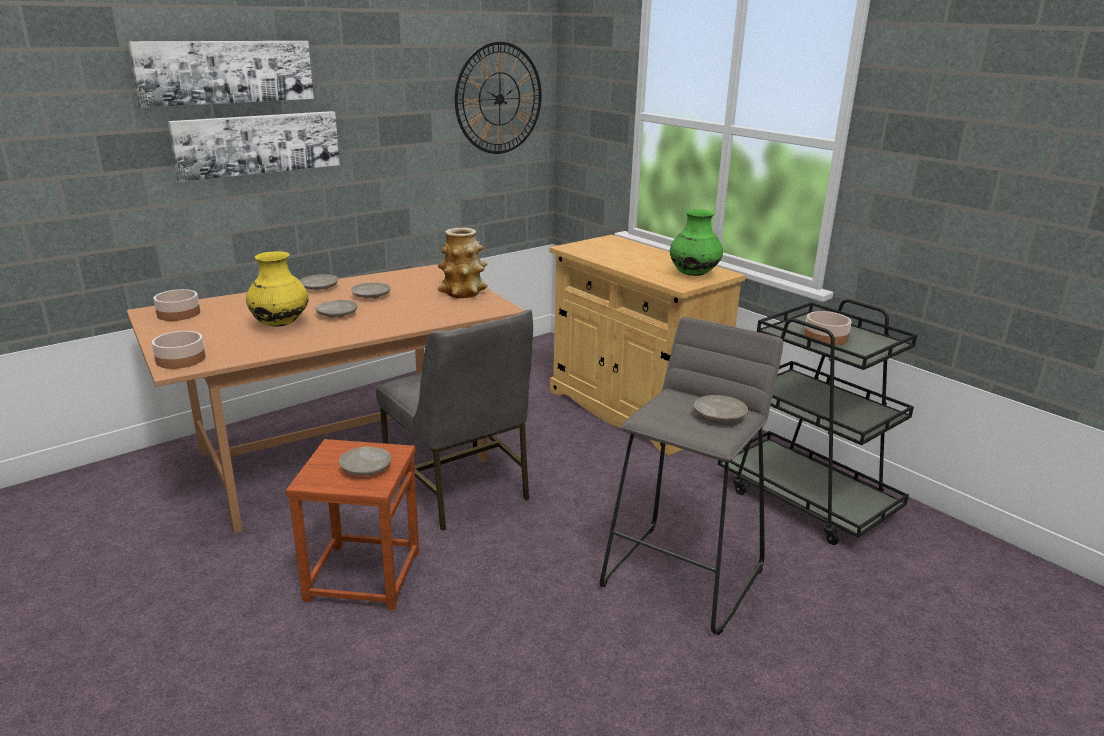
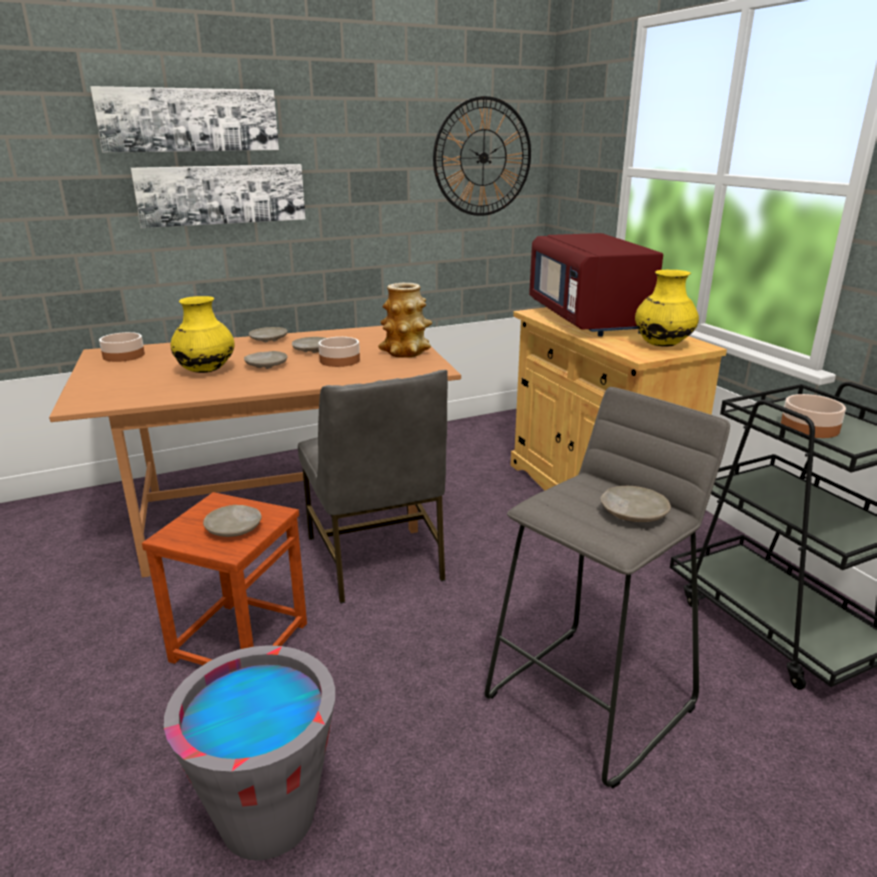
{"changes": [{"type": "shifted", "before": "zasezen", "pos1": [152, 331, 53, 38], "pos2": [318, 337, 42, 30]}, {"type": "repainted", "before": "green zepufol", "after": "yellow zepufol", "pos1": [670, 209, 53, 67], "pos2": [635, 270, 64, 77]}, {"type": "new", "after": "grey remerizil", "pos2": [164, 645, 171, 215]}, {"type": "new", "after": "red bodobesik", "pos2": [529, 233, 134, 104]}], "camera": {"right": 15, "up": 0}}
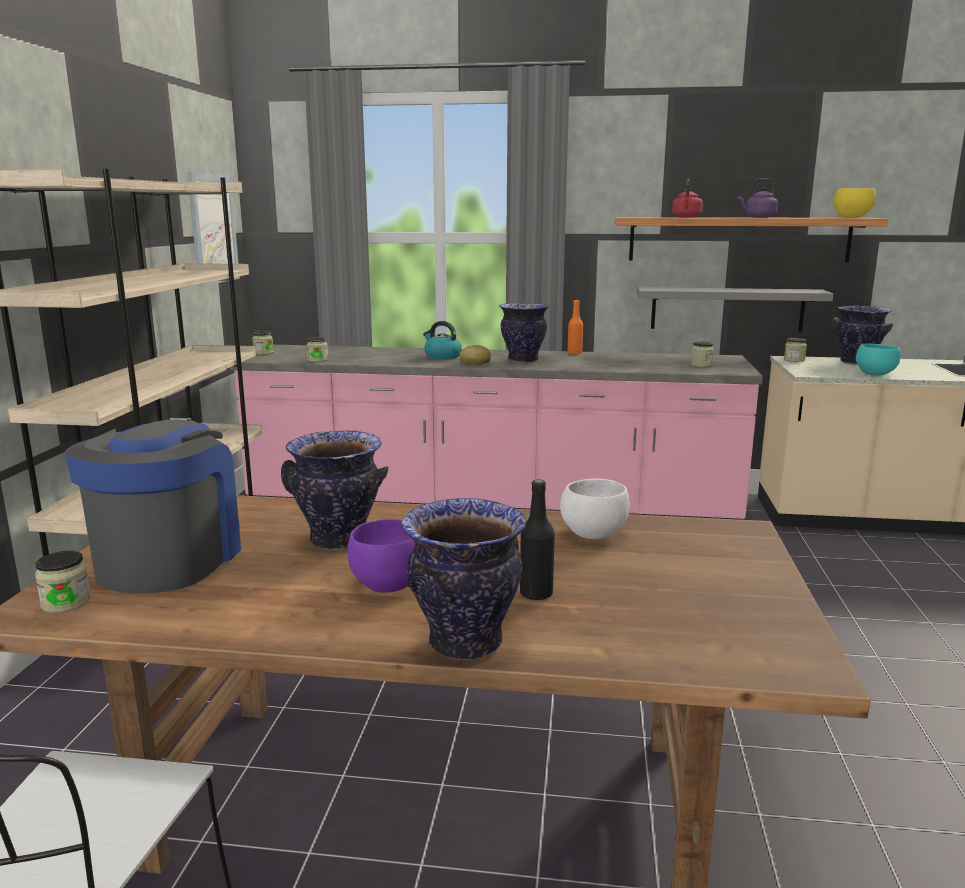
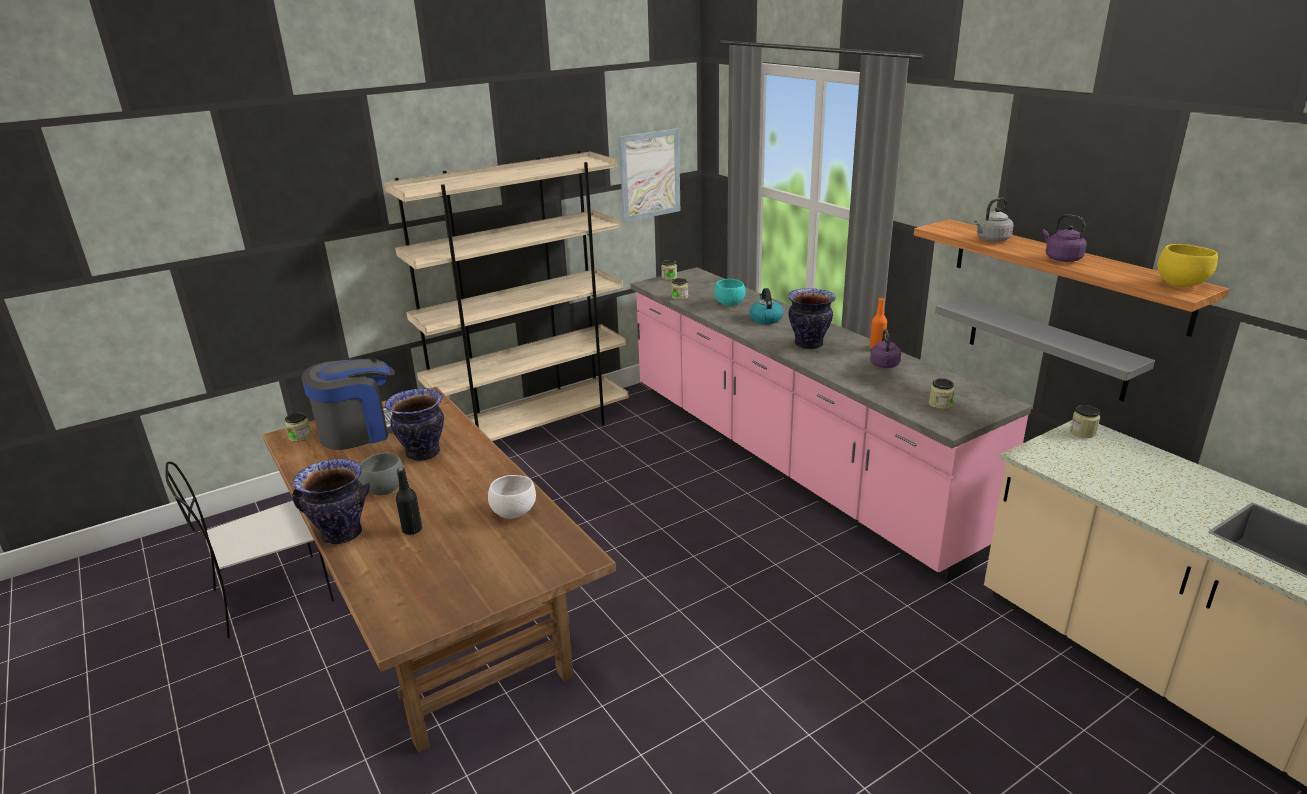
{"changes": [{"type": "repainted", "before": "purple zasezen", "after": "grey zasezen", "pos1": [348, 519, 67, 74], "pos2": [358, 453, 46, 42]}, {"type": "gone", "before": "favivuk", "pos1": [460, 345, 31, 20]}, {"type": "repainted", "before": "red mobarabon", "after": "grey mobarabon", "pos1": [672, 179, 31, 39], "pos2": [974, 198, 40, 44]}, {"type": "gone", "before": "zepufol", "pos1": [832, 306, 61, 59]}, {"type": "shifted", "before": "turquoise zasezen", "pos1": [856, 343, 45, 33], "pos2": [714, 279, 31, 27]}, {"type": "new", "after": "purple mobarabon", "pos2": [870, 329, 31, 39]}], "camera": {"right": 50, "up": 10}}
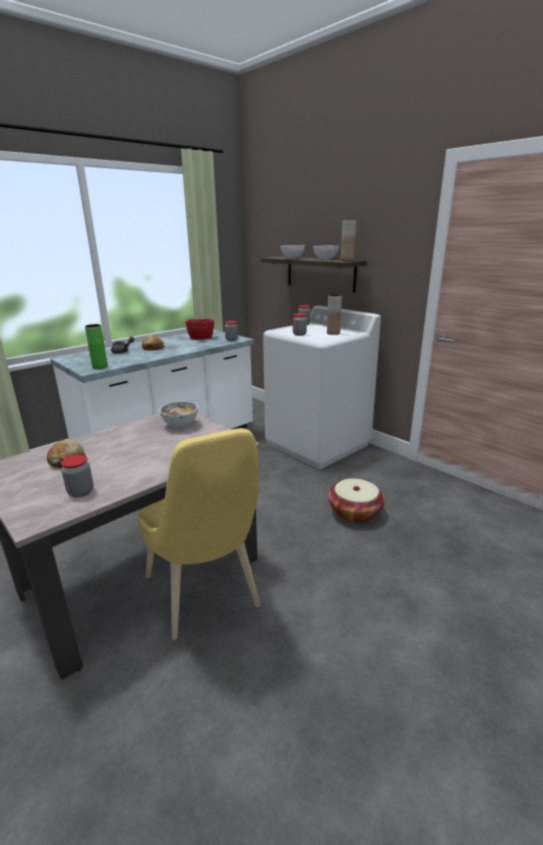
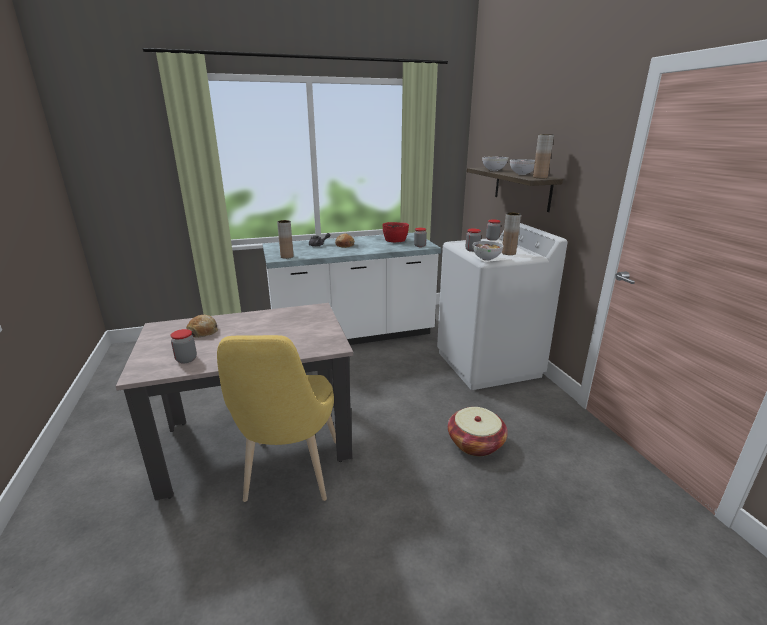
{"changes": [{"type": "repainted", "before": "green zepufol", "after": "brown zepufol", "pos1": [85, 324, 23, 45], "pos2": [277, 220, 17, 39]}, {"type": "shifted", "before": "zasezen", "pos1": [159, 401, 39, 27], "pos2": [473, 241, 30, 20]}], "camera": {"right": 25, "up": 0}}
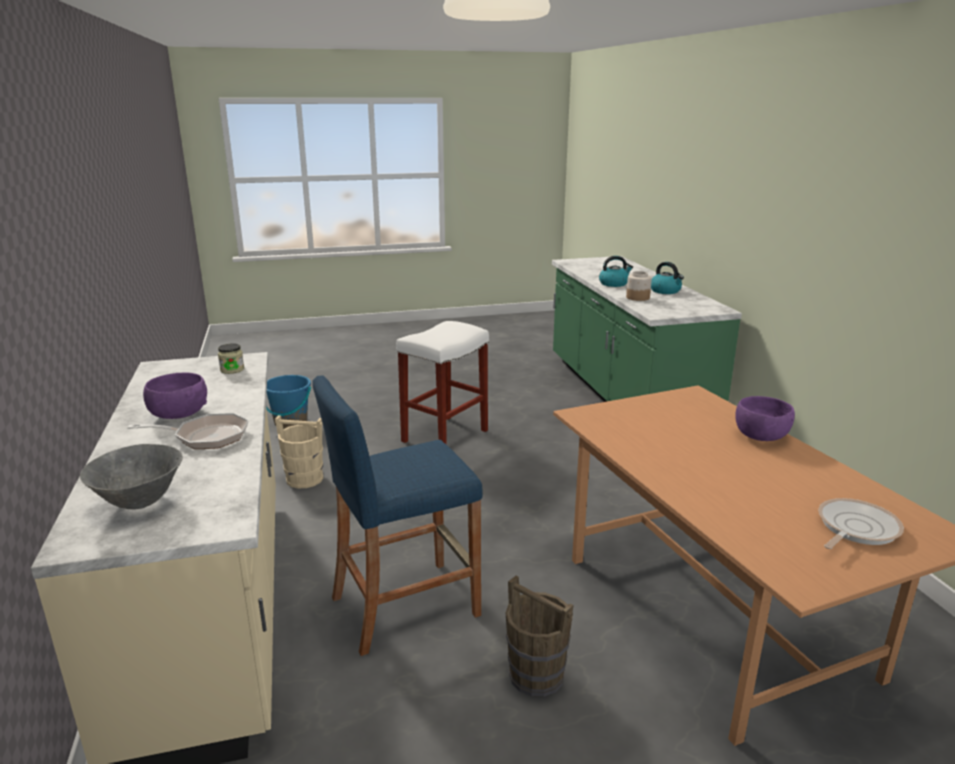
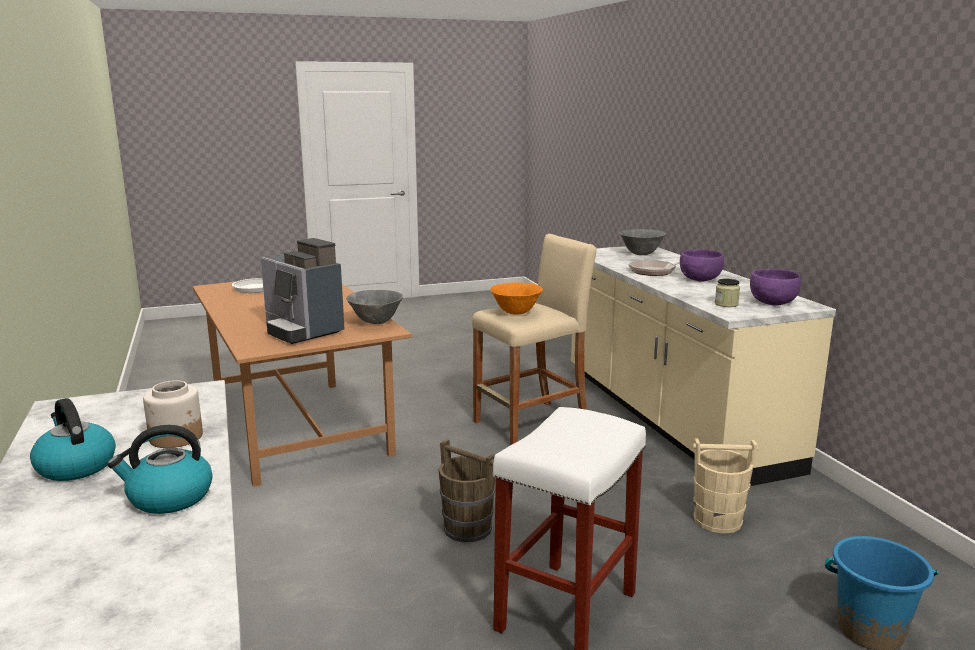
{"changes": [{"type": "repainted", "before": "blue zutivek", "after": "beige zutivek", "pos1": [312, 375, 171, 281], "pos2": [472, 234, 124, 211]}, {"type": "shifted", "before": "brown remerizil", "pos1": [506, 575, 68, 122], "pos2": [438, 439, 57, 103]}, {"type": "shifted", "before": "purple zasezen", "pos1": [735, 396, 60, 45], "pos2": [750, 269, 51, 37]}, {"type": "new", "after": "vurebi", "pos2": [261, 238, 84, 106]}, {"type": "new", "after": "grey zasezen", "pos2": [346, 290, 57, 34]}, {"type": "new", "after": "orange zasezen", "pos2": [490, 282, 53, 33]}], "camera": {"right": 175, "up": -5}}
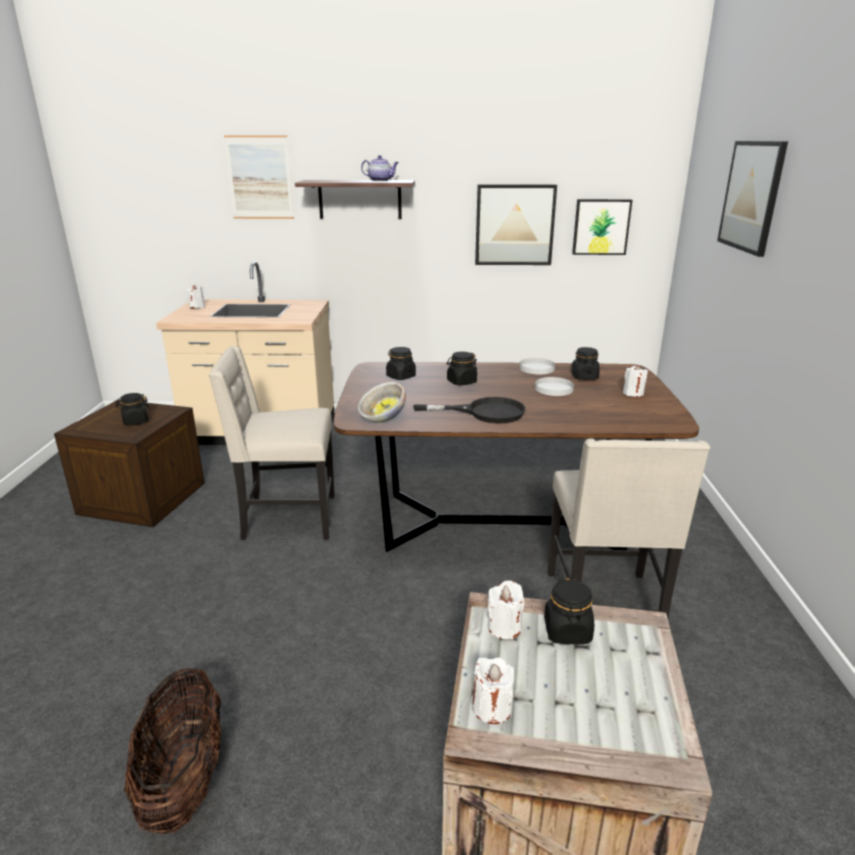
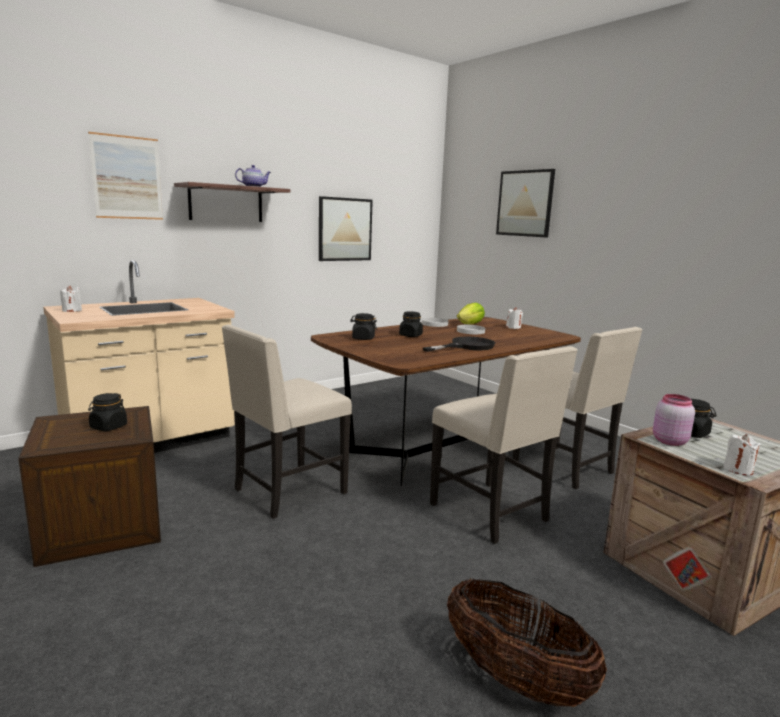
{"changes": [{"type": "gone", "before": "zasezen", "pos1": [358, 382, 48, 41]}, {"type": "swapped", "before": "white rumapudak", "after": "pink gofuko", "pos1": [488, 581, 36, 58], "pos2": [653, 394, 42, 52]}, {"type": "swapped", "before": "black gofuko", "after": "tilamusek", "pos1": [571, 347, 29, 33], "pos2": [457, 303, 28, 21]}, {"type": "gone", "before": "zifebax", "pos1": [572, 199, 60, 56]}, {"type": "new", "after": "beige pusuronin", "pos2": [430, 346, 148, 198]}], "camera": {"right": -40, "up": -10}}
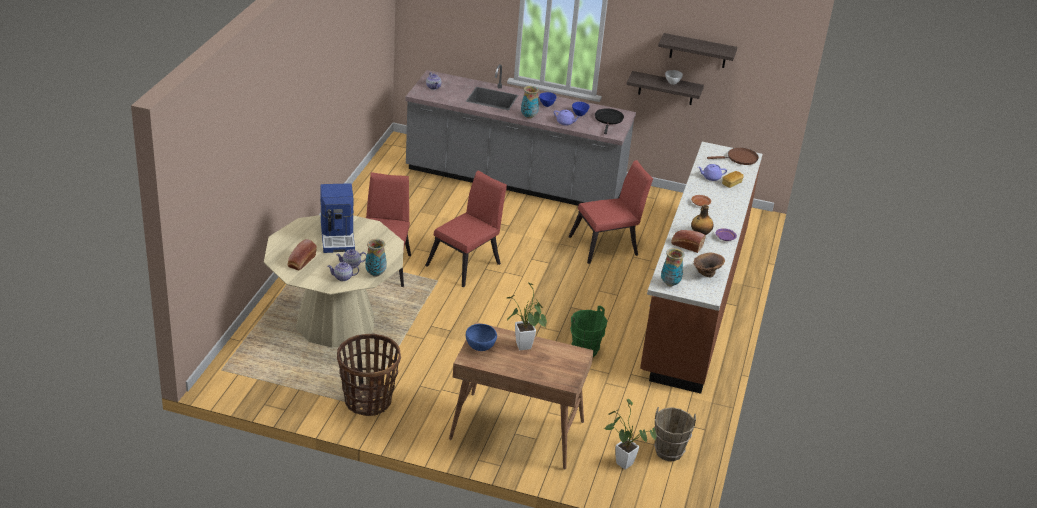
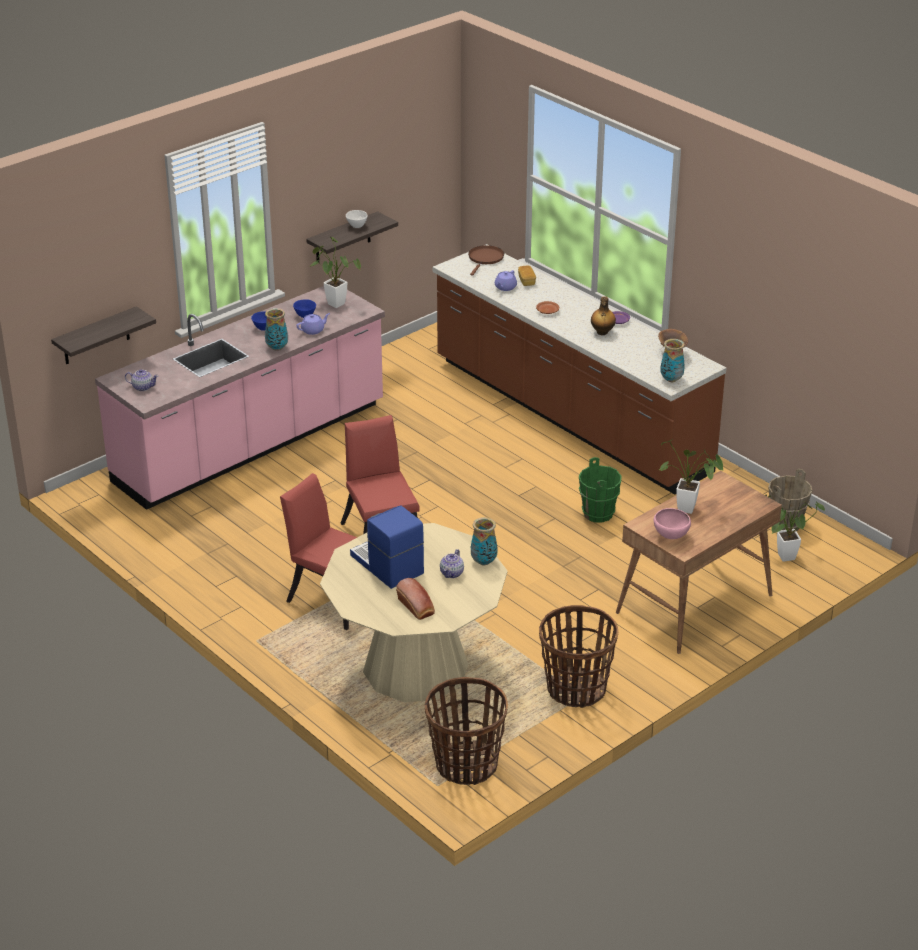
{"changes": [{"type": "rotated", "before": "vurebi", "pos1": [320, 183, 35, 70], "pos2": [350, 506, 74, 83], "turn": -150}, {"type": "gone", "before": "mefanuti", "pos1": [327, 262, 32, 19]}, {"type": "repainted", "before": "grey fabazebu", "after": "pink fabazebu", "pos1": [405, 64, 231, 142], "pos2": [95, 286, 290, 224]}, {"type": "repainted", "before": "blue zasezen", "after": "pink zasezen", "pos1": [466, 324, 31, 27], "pos2": [654, 508, 37, 31]}, {"type": "gone", "before": "red pusuronin", "pos1": [568, 160, 85, 104]}, {"type": "swapped", "before": "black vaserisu", "after": "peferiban", "pos1": [595, 108, 29, 26], "pos2": [309, 237, 52, 71]}, {"type": "shifted", "before": "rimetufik", "pos1": [658, 33, 79, 35], "pos2": [51, 306, 105, 58]}, {"type": "gone", "before": "favivuk", "pos1": [671, 230, 35, 23]}, {"type": "new", "after": "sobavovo", "pos2": [425, 677, 83, 108]}], "camera": {"right": -55, "up": 0}}
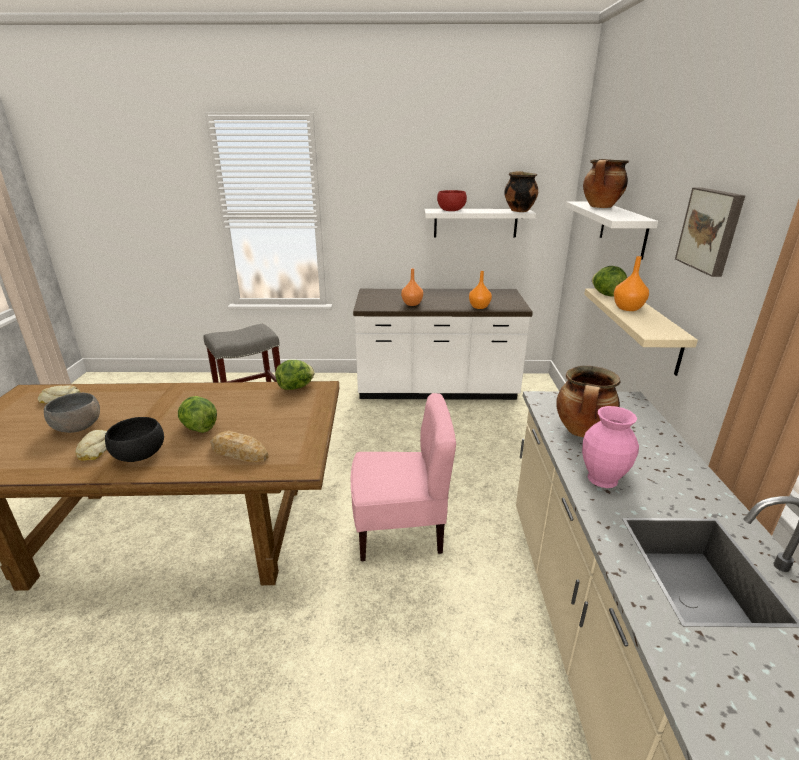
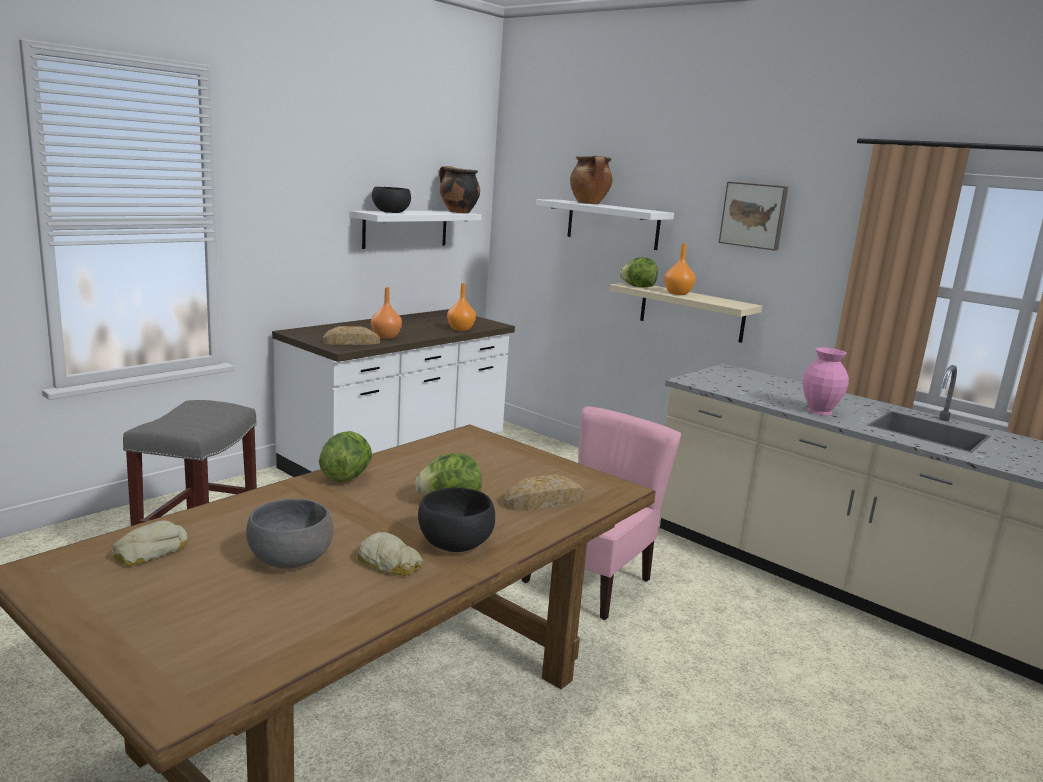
{"changes": [{"type": "shifted", "before": "tilamusek", "pos1": [275, 360, 39, 30], "pos2": [319, 431, 53, 52]}, {"type": "repainted", "before": "red zasezen", "after": "black zasezen", "pos1": [437, 190, 30, 21], "pos2": [372, 187, 39, 26]}, {"type": "gone", "before": "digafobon", "pos1": [556, 366, 64, 71]}, {"type": "new", "after": "favivuk", "pos2": [323, 326, 57, 19]}], "camera": {"right": -50, "up": -10}}
